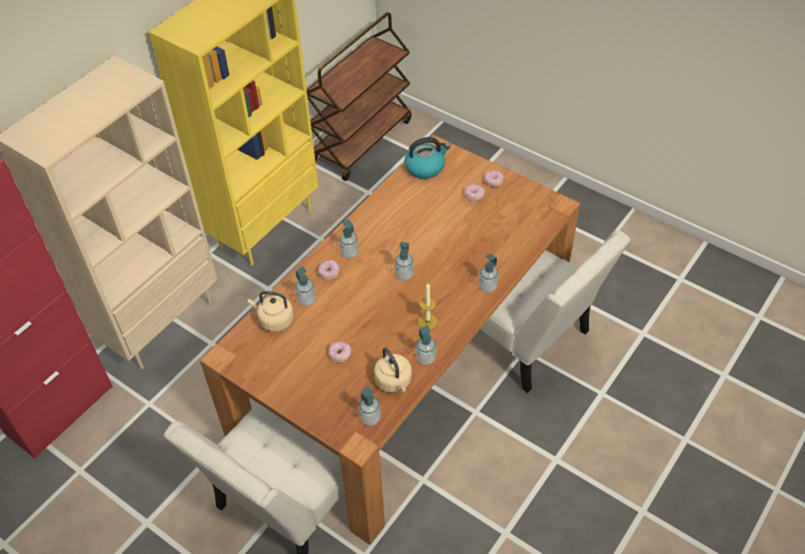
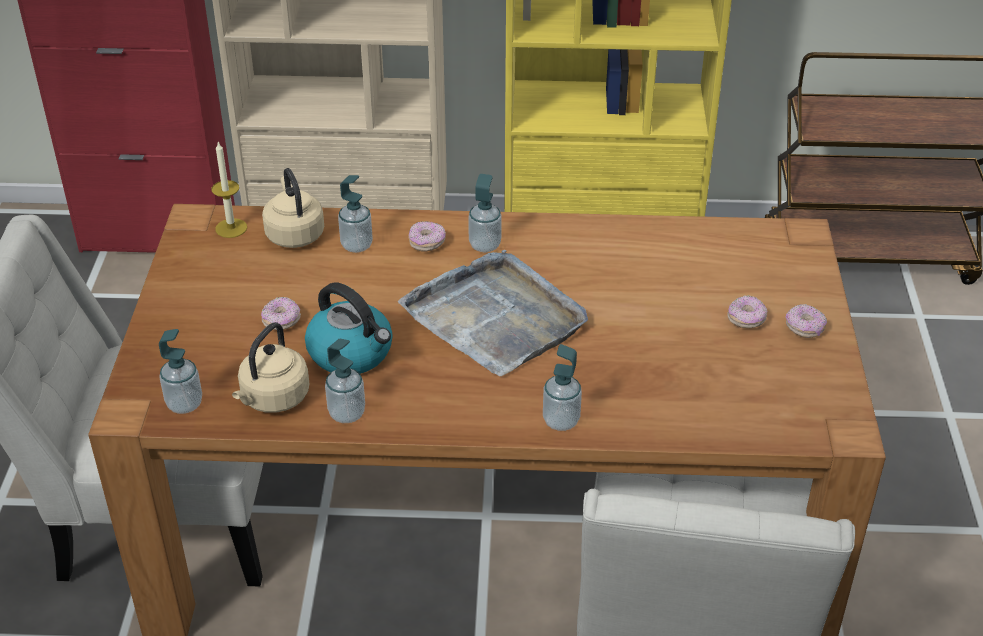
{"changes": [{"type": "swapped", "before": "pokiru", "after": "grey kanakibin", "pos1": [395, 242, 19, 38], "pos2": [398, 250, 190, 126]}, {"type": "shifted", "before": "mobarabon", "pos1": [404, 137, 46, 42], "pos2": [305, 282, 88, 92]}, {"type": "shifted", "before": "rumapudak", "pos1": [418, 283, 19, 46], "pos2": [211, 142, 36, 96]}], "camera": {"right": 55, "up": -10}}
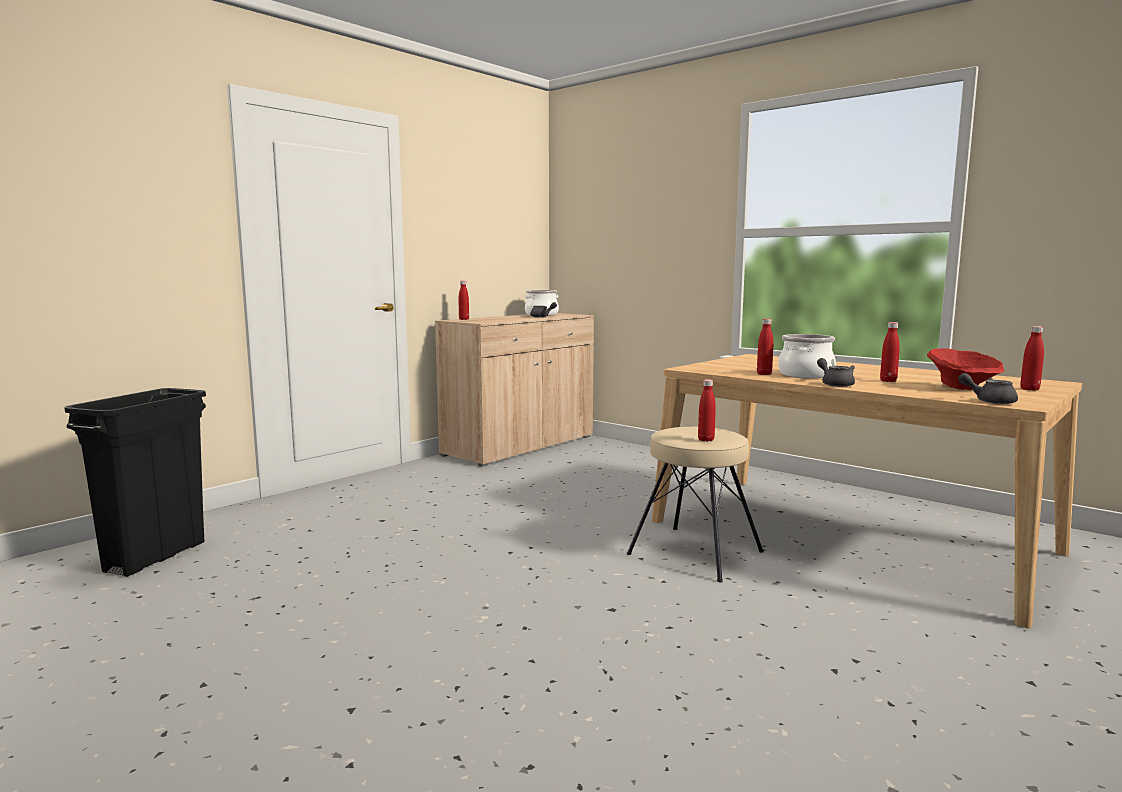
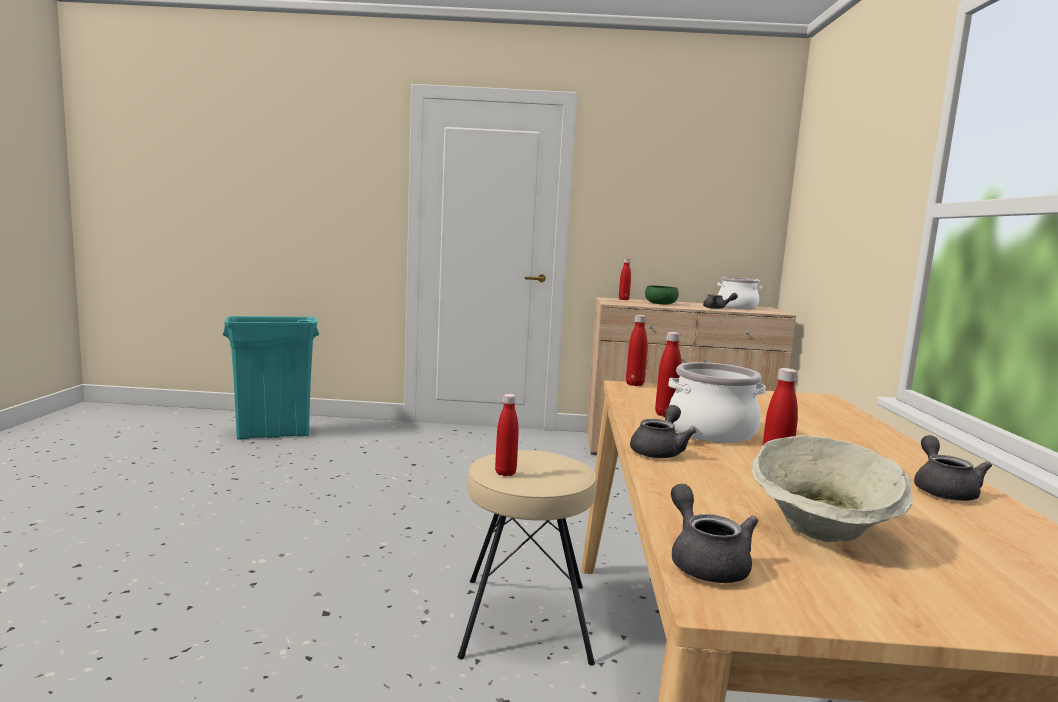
{"changes": [{"type": "repainted", "before": "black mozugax", "after": "turquoise mozugax", "pos1": [65, 388, 141, 189], "pos2": [223, 316, 96, 124]}, {"type": "repainted", "before": "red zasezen", "after": "beige zasezen", "pos1": [927, 348, 77, 42], "pos2": [752, 435, 161, 107]}, {"type": "shifted", "before": "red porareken", "pos1": [1020, 326, 24, 65], "pos2": [626, 315, 21, 71]}, {"type": "new", "after": "green zasezen", "pos2": [645, 286, 34, 18]}, {"type": "new", "after": "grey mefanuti", "pos2": [914, 435, 78, 66]}], "camera": {"right": 50, "up": 0}}
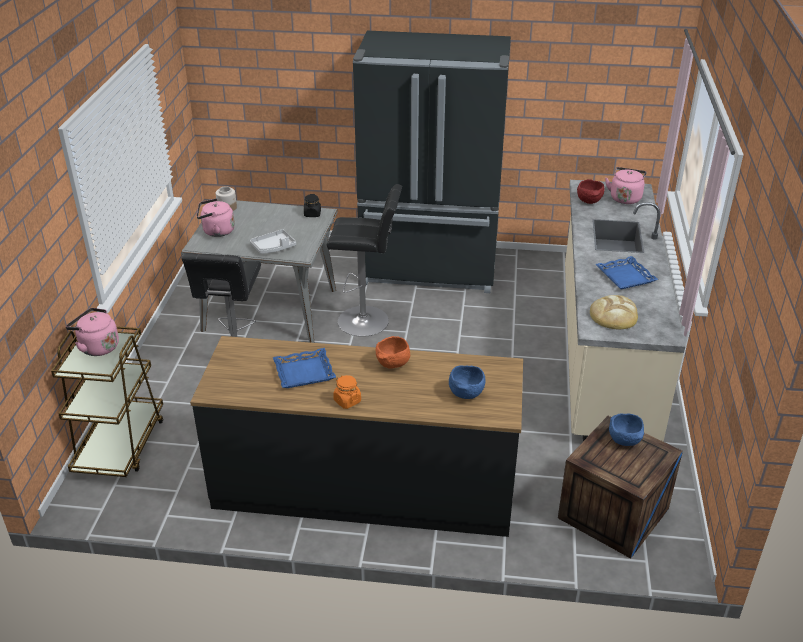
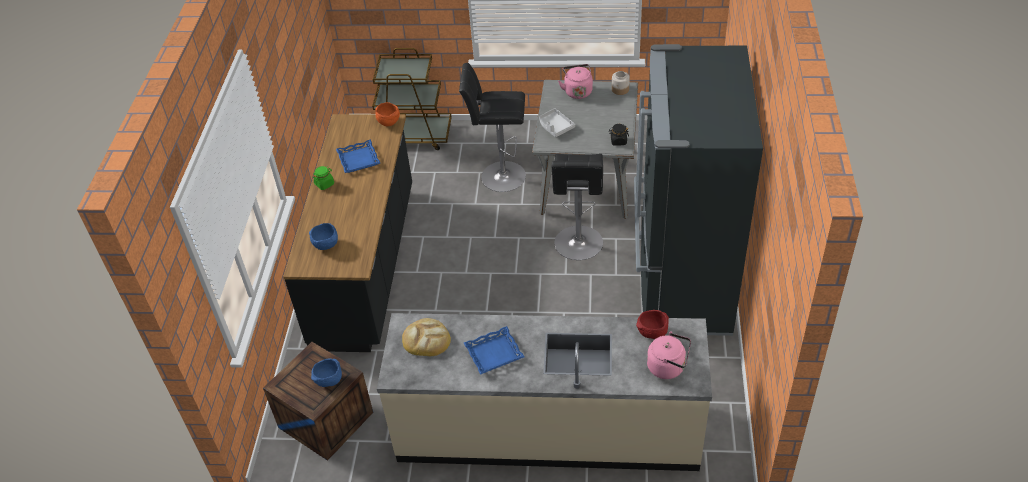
{"changes": [{"type": "gone", "before": "pink mobarabon", "pos1": [66, 308, 53, 48]}, {"type": "repainted", "before": "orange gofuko", "after": "green gofuko", "pos1": [333, 375, 28, 34], "pos2": [313, 166, 21, 24]}, {"type": "shifted", "before": "orange zasezen", "pos1": [376, 336, 34, 33], "pos2": [375, 102, 25, 24]}], "camera": {"right": 90, "up": 10}}
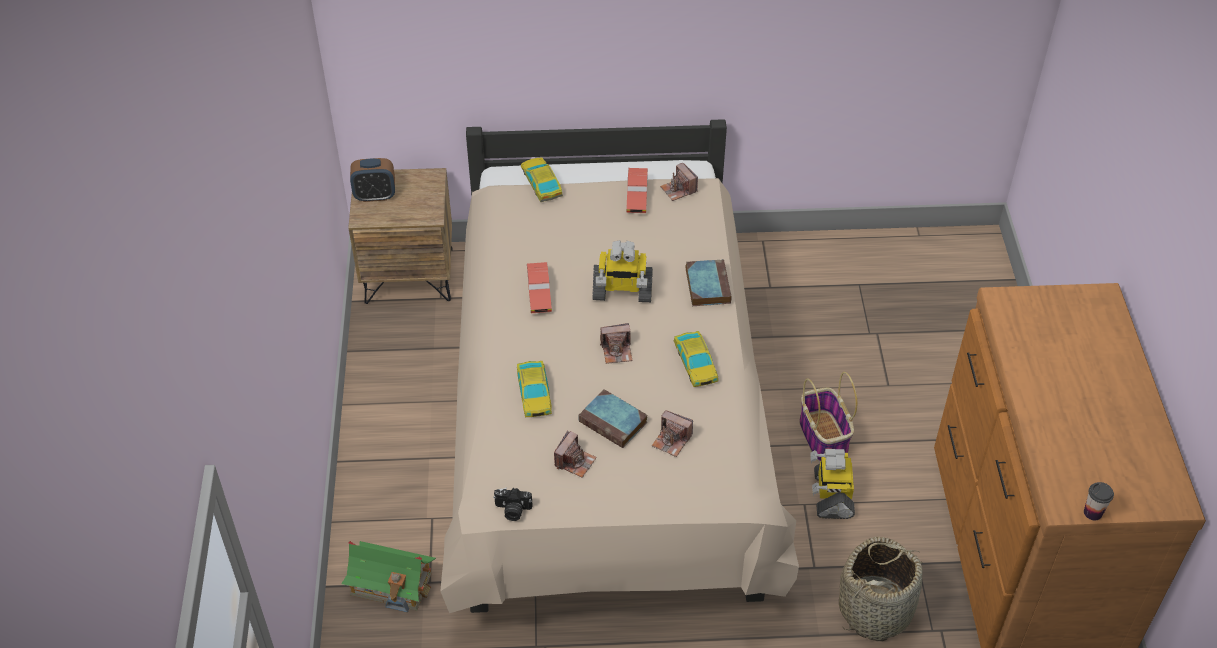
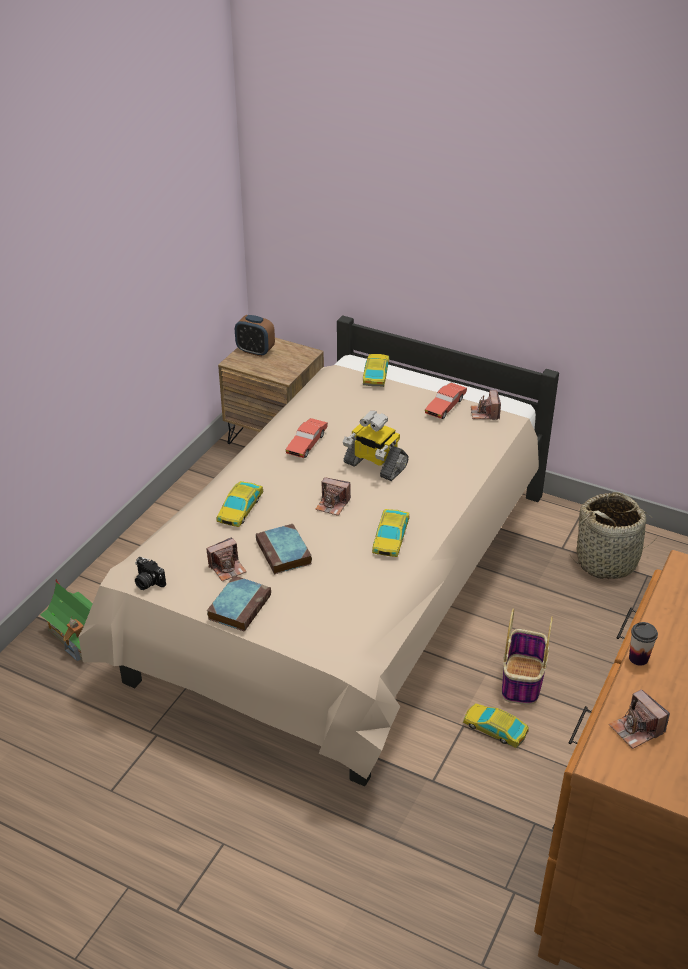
{"changes": [{"type": "shifted", "before": "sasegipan", "pos1": [652, 410, 41, 47], "pos2": [609, 689, 61, 60]}, {"type": "shifted", "before": "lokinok", "pos1": [685, 259, 47, 47], "pos2": [207, 576, 64, 56]}, {"type": "swapped", "before": "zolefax", "after": "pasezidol", "pos1": [810, 449, 45, 70], "pos2": [463, 703, 66, 45]}, {"type": "shifted", "before": "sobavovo", "pos1": [839, 536, 84, 105], "pos2": [570, 492, 89, 87]}, {"type": "shifted", "before": "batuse", "pos1": [1084, 482, 30, 38], "pos2": [629, 622, 29, 44]}], "camera": {"right": 30, "up": -10}}
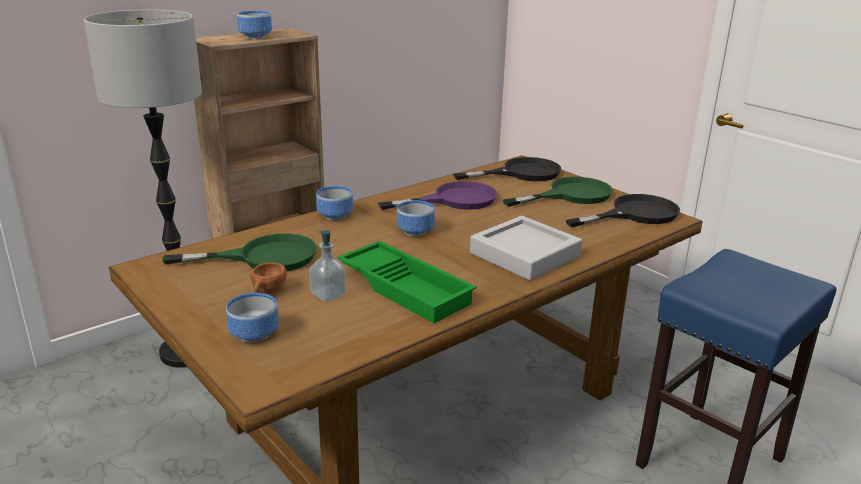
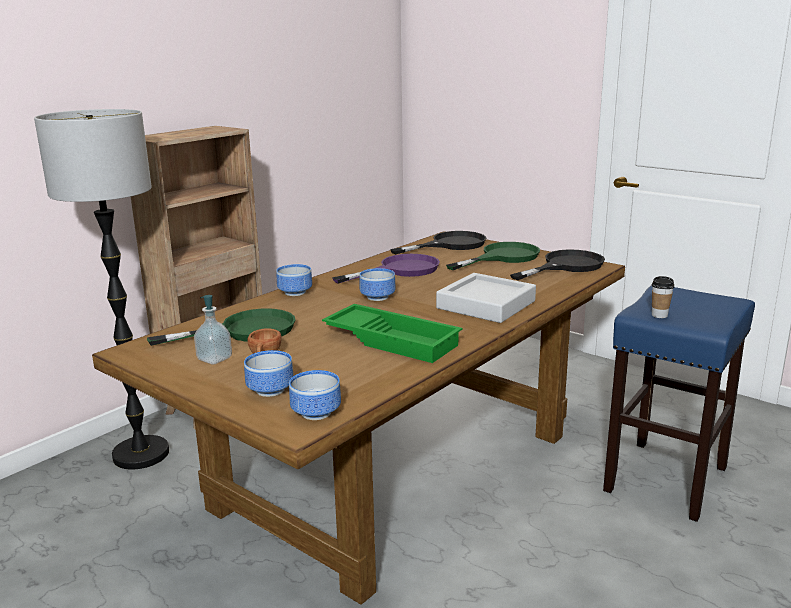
{"changes": [{"type": "shifted", "before": "zasezen", "pos1": [237, 11, 35, 28], "pos2": [289, 370, 52, 50]}, {"type": "shifted", "before": "pokiru", "pos1": [309, 230, 38, 72], "pos2": [194, 295, 38, 70]}, {"type": "new", "after": "batuse", "pos2": [652, 276, 22, 42]}], "camera": {"right": -10, "up": -5}}
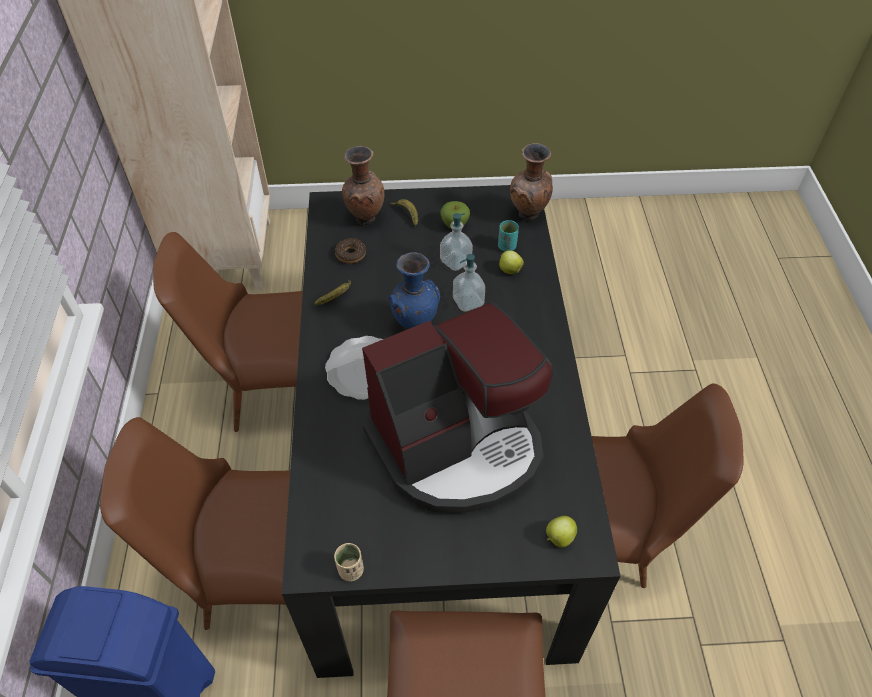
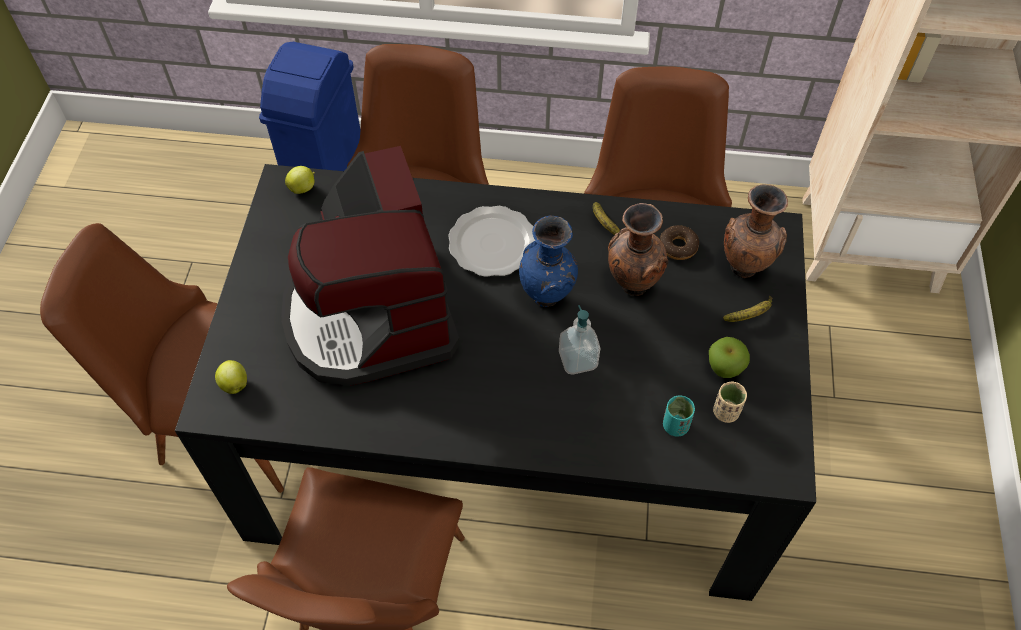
{"changes": [{"type": "shifted", "before": "beige batuse", "pos1": [334, 543, 30, 38], "pos2": [713, 381, 34, 42]}, {"type": "gone", "before": "pokiru", "pos1": [440, 213, 33, 58]}, {"type": "shifted", "before": "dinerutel", "pos1": [499, 250, 25, 24], "pos2": [285, 166, 30, 28]}, {"type": "shifted", "before": "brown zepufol", "pos1": [510, 143, 43, 78], "pos2": [608, 203, 60, 93]}], "camera": {"right": 100, "up": 5}}
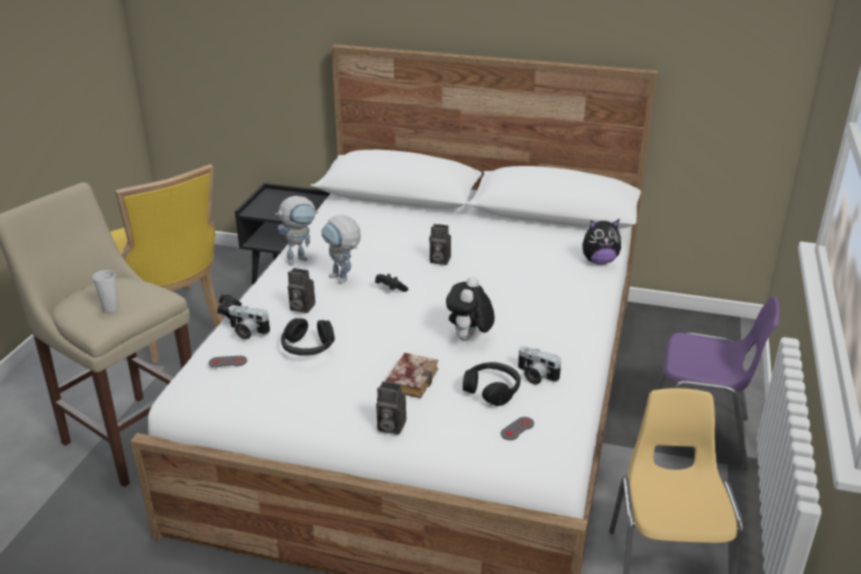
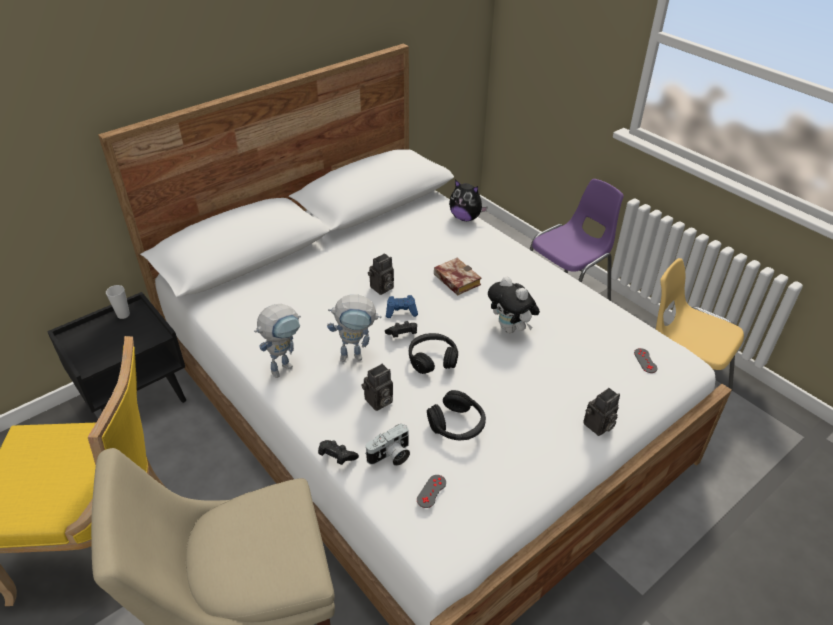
{"changes": [{"type": "shifted", "before": "batuse", "pos1": [92, 270, 27, 43], "pos2": [106, 285, 24, 34]}, {"type": "rotated", "before": "zolefax", "pos1": [275, 196, 44, 69], "pos2": [254, 304, 47, 74], "turn": 45}, {"type": "shifted", "before": "lokinok", "pos1": [385, 353, 53, 45], "pos2": [434, 258, 47, 37]}, {"type": "shifted", "before": "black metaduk", "pos1": [463, 362, 58, 44], "pos2": [408, 333, 50, 41]}, {"type": "gone", "before": "sasegipan", "pos1": [518, 346, 44, 39]}, {"type": "rotated", "before": "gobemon", "pos1": [583, 219, 38, 46], "pos2": [449, 180, 39, 41], "turn": 90}, {"type": "new", "after": "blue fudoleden", "pos2": [386, 295, 32, 23]}], "camera": {"right": -55, "up": 10}}
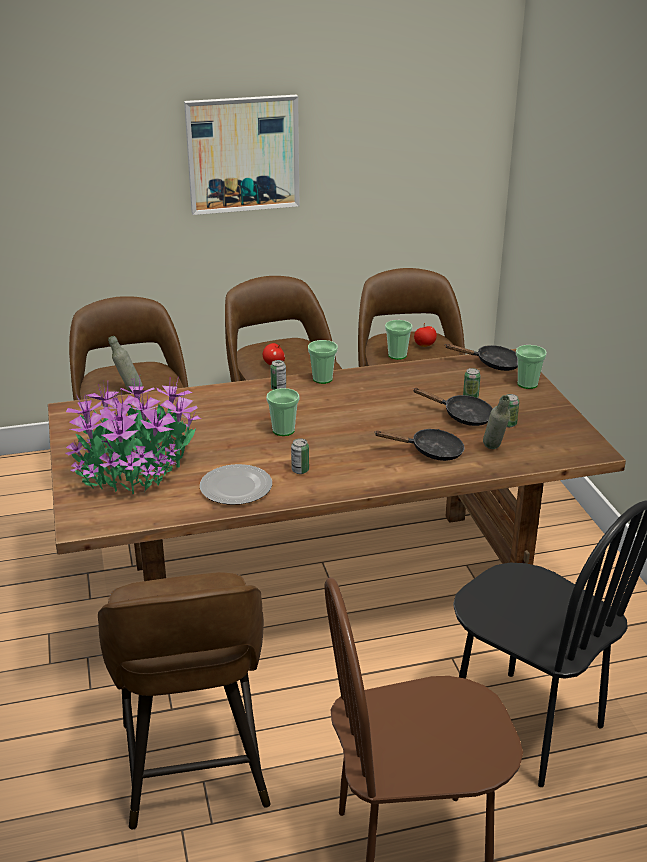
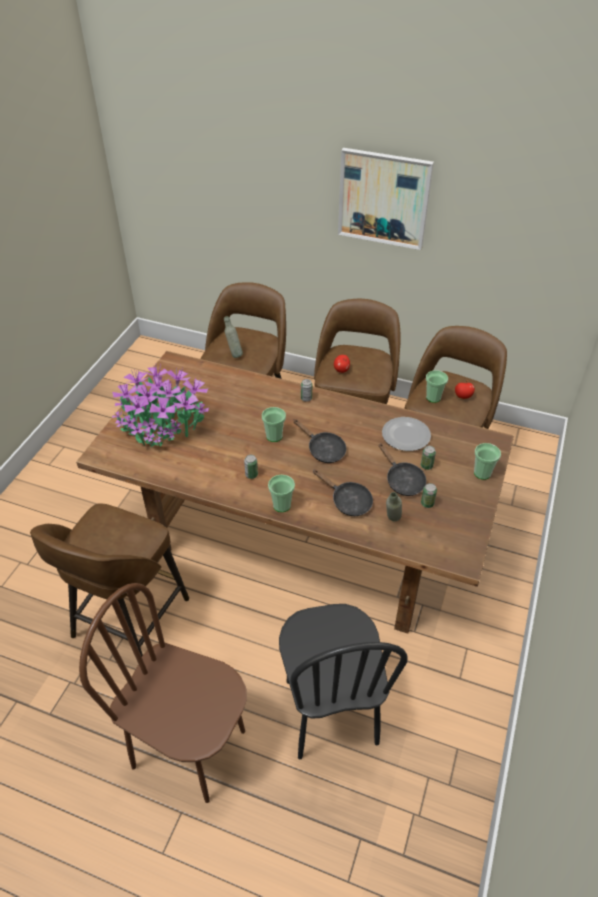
{"changes": [{"type": "shifted", "before": "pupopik", "pos1": [200, 464, 72, 41], "pos2": [382, 417, 49, 34]}, {"type": "shifted", "before": "batuse", "pos1": [308, 340, 30, 44], "pos2": [268, 475, 27, 37]}, {"type": "shifted", "before": "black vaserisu", "pos1": [445, 344, 73, 27], "pos2": [293, 419, 53, 44]}], "camera": {"right": 35, "up": 15}}
